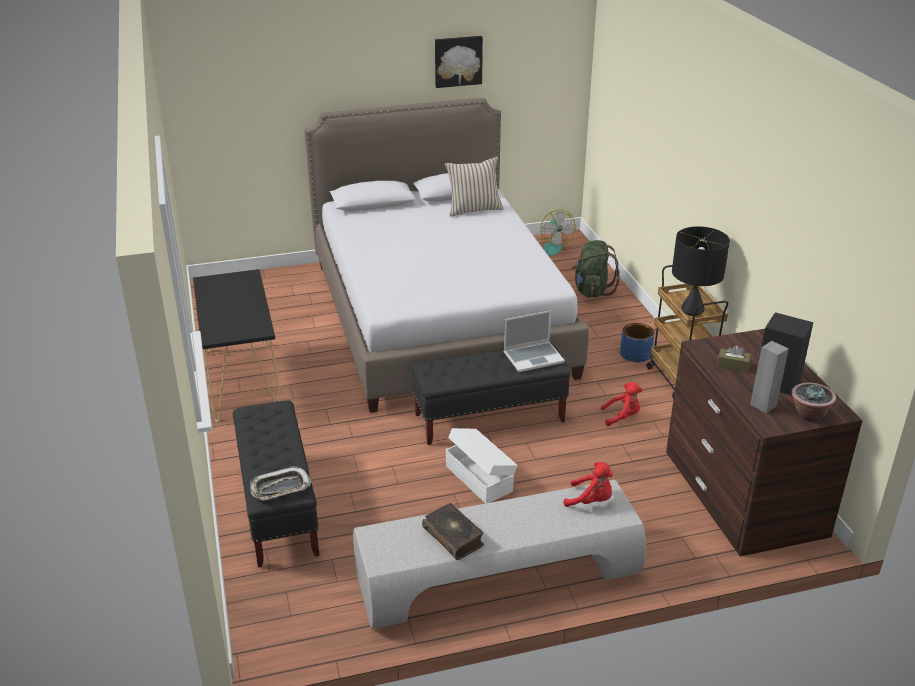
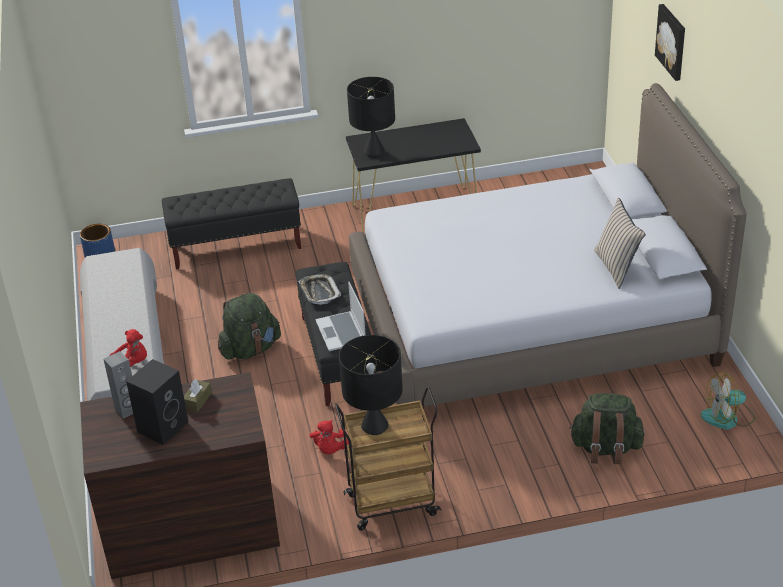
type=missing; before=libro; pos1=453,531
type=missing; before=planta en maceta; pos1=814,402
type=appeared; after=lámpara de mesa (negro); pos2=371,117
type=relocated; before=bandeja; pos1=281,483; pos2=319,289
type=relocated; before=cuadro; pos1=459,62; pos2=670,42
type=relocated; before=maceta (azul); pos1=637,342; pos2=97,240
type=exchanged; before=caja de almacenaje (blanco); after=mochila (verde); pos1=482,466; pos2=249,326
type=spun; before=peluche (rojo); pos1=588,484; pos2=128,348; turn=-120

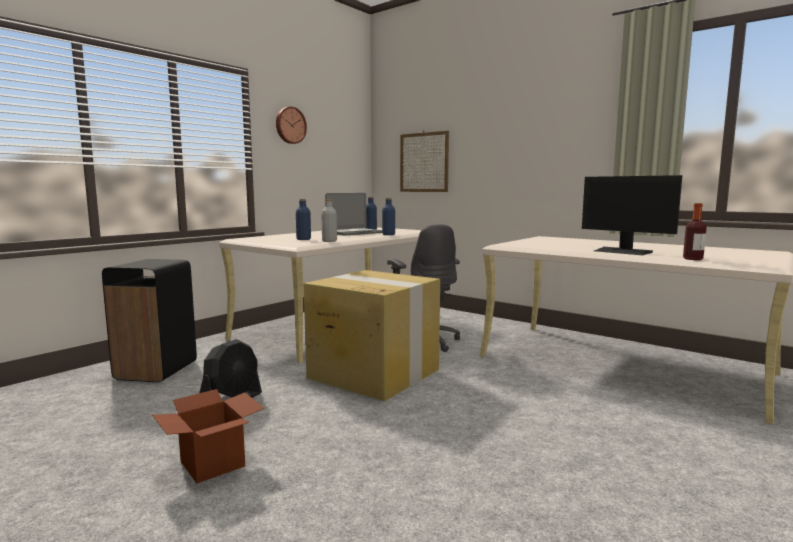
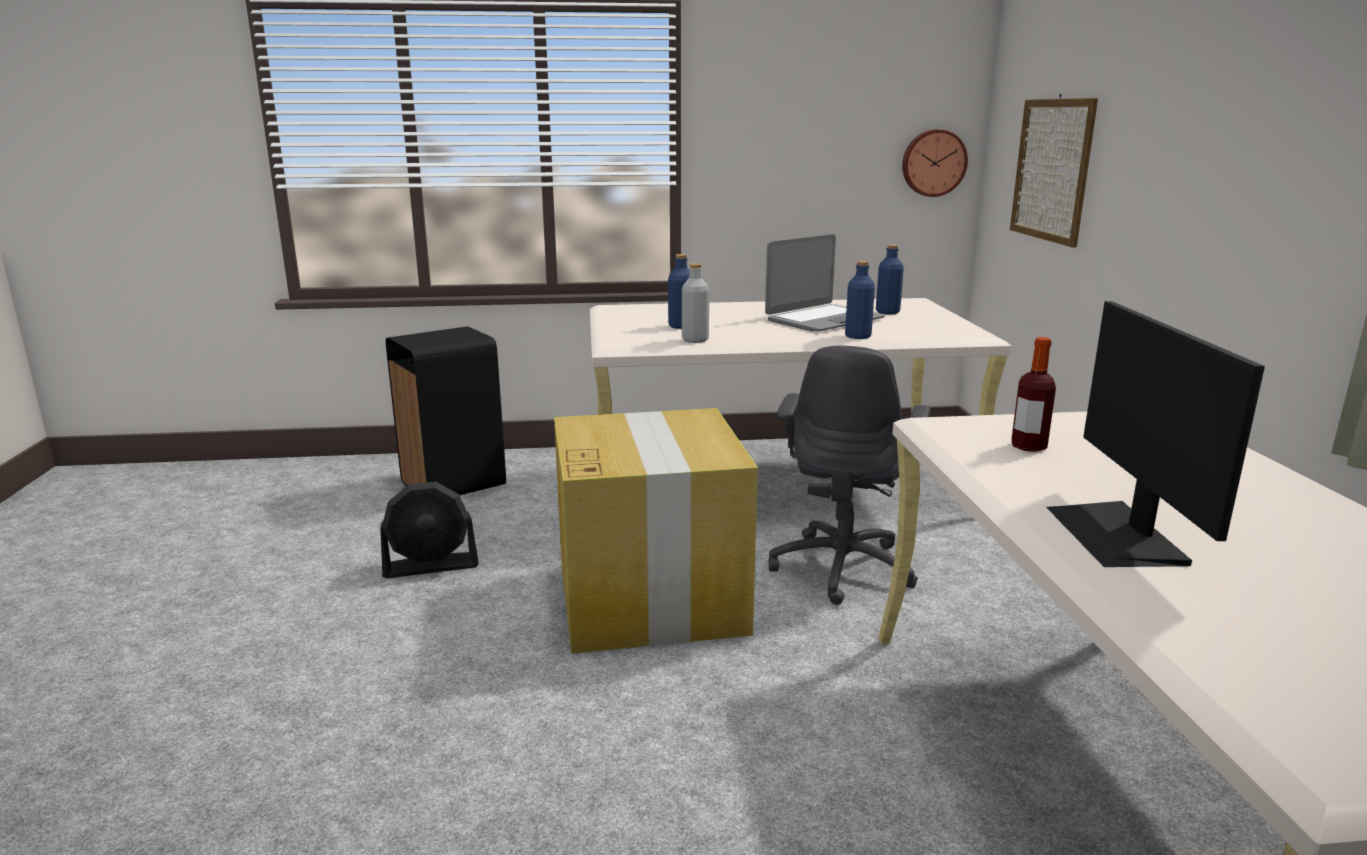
type=missing; before=caja de cartón; pos1=208,436
type=relocated; before=reloj de pared; pos1=291,125; pos2=935,163
type=relocated; before=botella; pos1=695,231; pos2=1033,394
type=spun; before=portátil; pos1=353,214; pos2=825,282; turn=-45

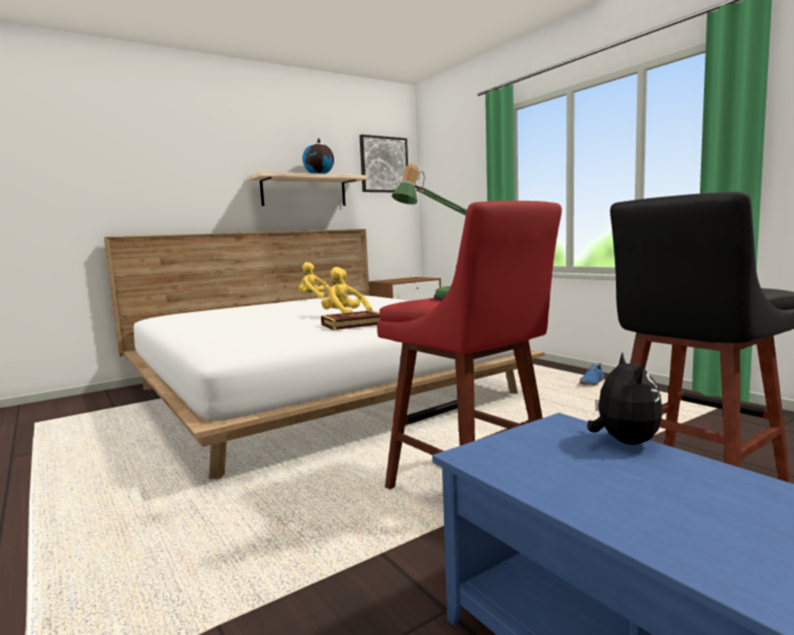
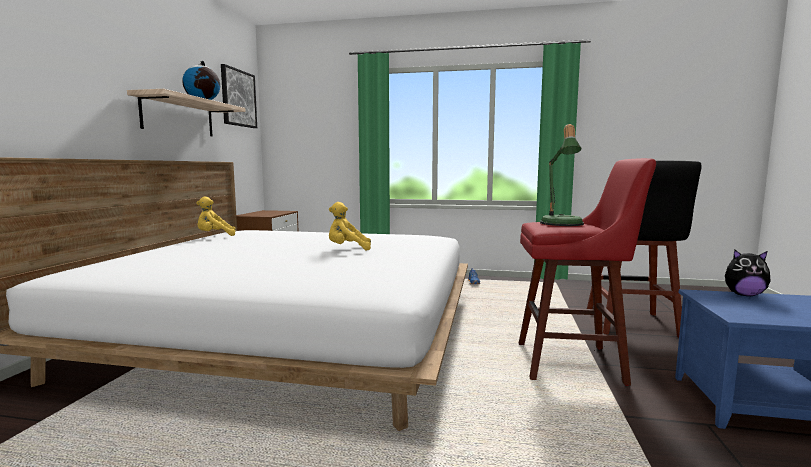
type=missing; before=libro; pos1=350,320
type=spun; before=peluche; pos1=625,398; pos2=747,273; turn=150

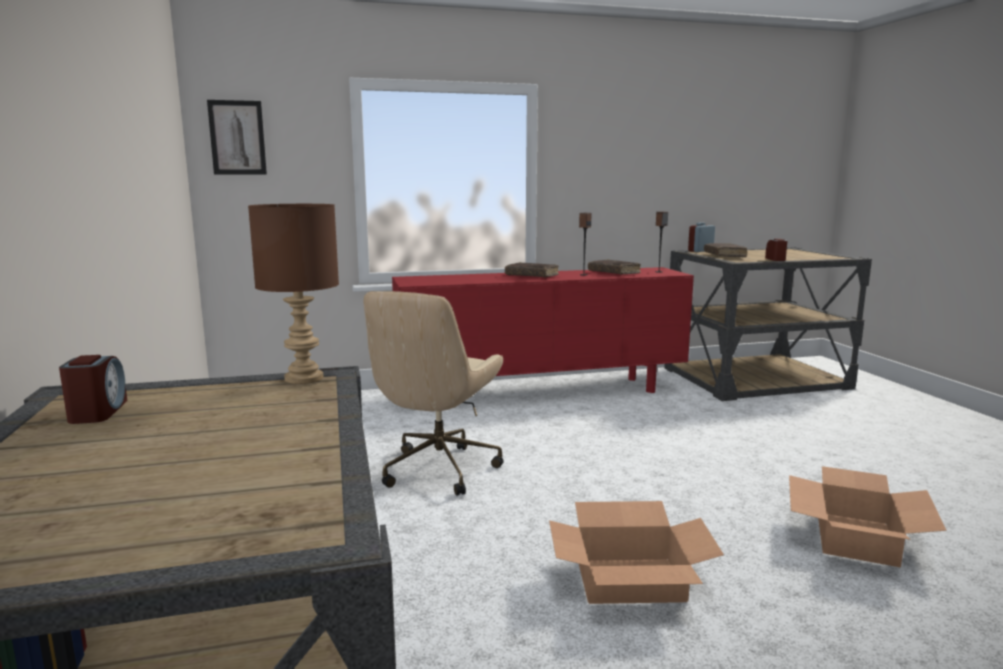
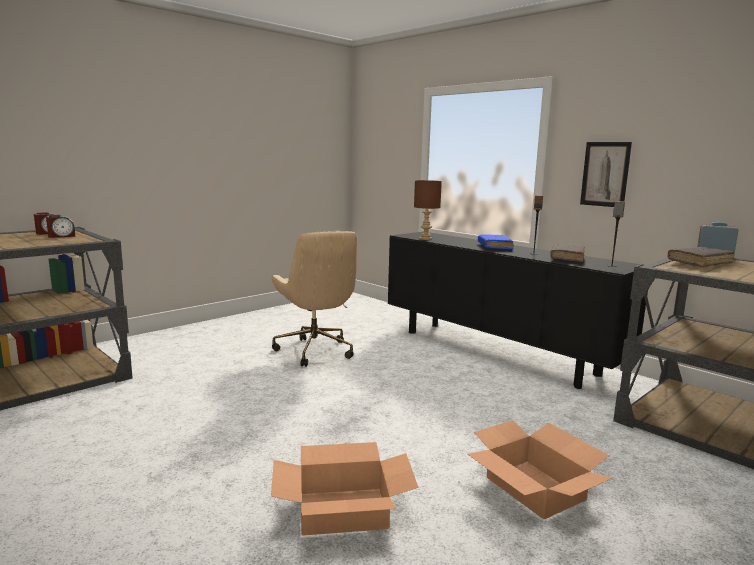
type=relocated; before=cuadro; pos1=237,137; pos2=606,174
type=relocated; before=lámpara de mesa (marrón); pos1=293,294; pos2=428,210
type=relocated; before=caja de cartón; pos1=636,552; pos2=540,470
type=relocated; before=despertador; pos1=776,250; pos2=60,226
type=colour; before=armario (rojo); after=armario (negro); pos1=543,330; pos2=518,310
type=colour; before=libro (marrón); after=libro (azul); pos1=532,270; pos2=495,242
type=spun; before=silla de oficina (beis); pos1=433,393; pos2=314,299; turn=-105

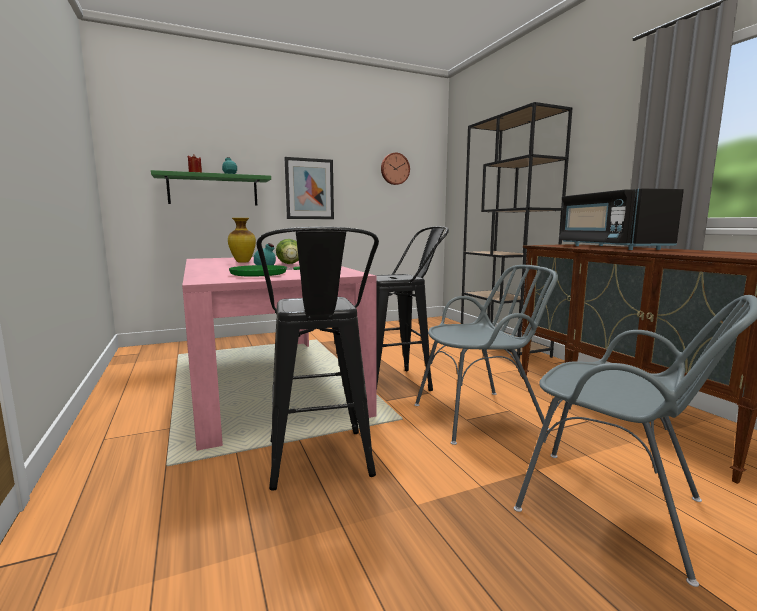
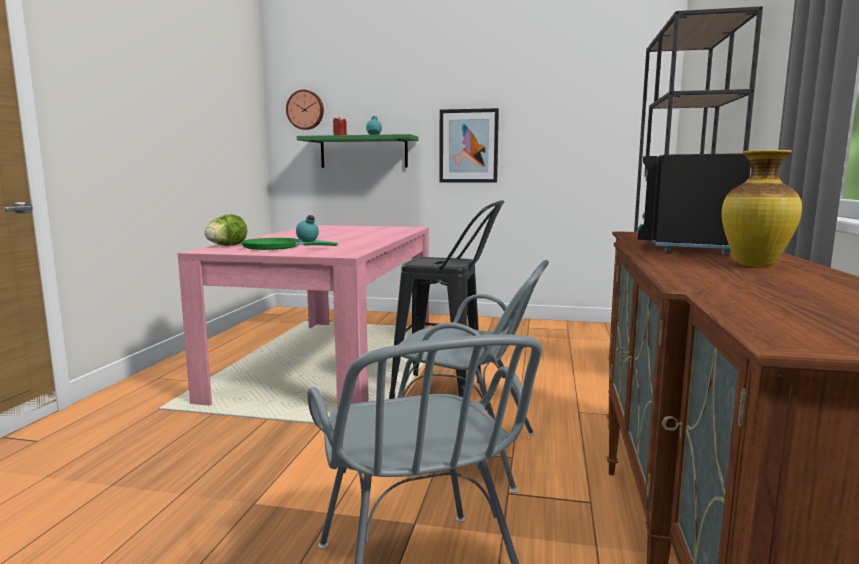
type=missing; before=taburete (negro); pos1=318,358
type=relocated; before=florero; pos1=242,240; pos2=762,208
type=relocated; before=lechuga; pos1=287,251; pos2=226,230
type=relocated; before=reloj de pared; pos1=395,169; pos2=305,110

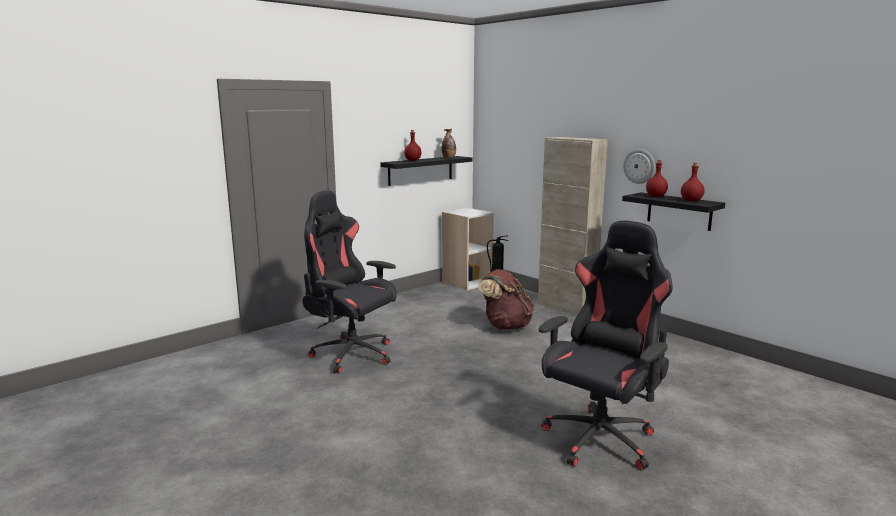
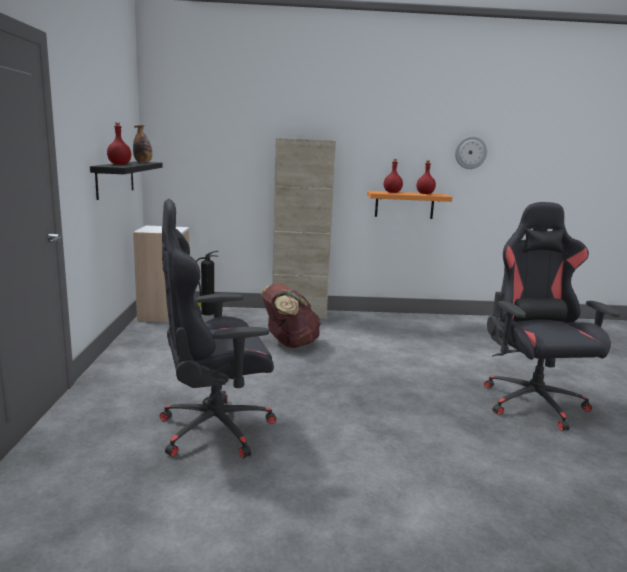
type=relocated; before=reloj de pared; pos1=639,166; pos2=471,152
type=colour; before=estante (negro); after=estante (naranja); pos1=673,211; pos2=410,205

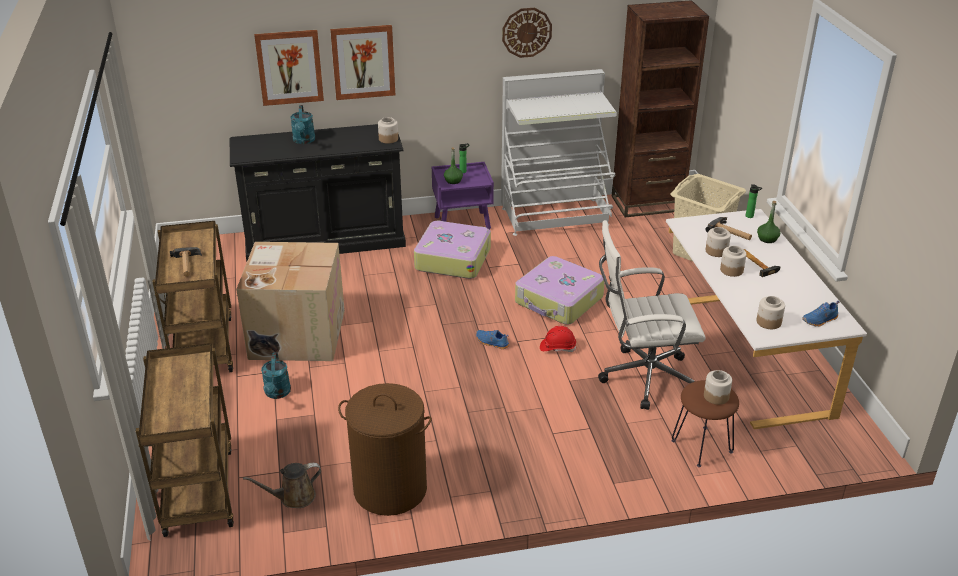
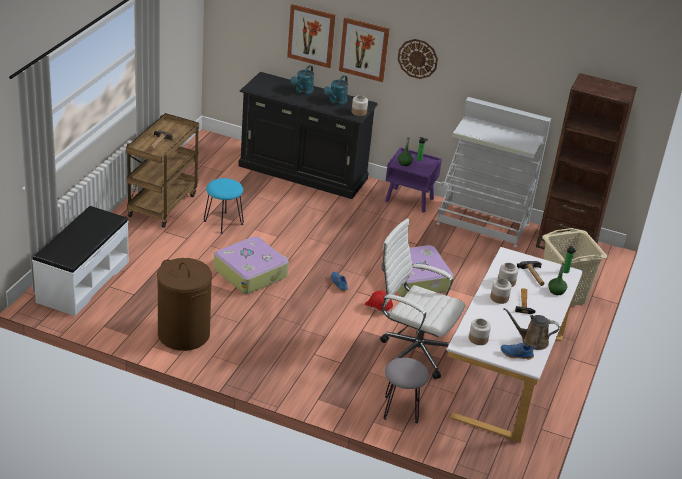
type=missing; before=tarro; pos1=718,387
type=relocated; before=regadera (marrón); pos1=282,485; pos2=531,329
type=relocated; before=regadera (turquesa); pos1=276,375; pos2=336,90
type=relocated; before=maleta; pos1=452,249; pos2=251,265
type=relocated; before=reloj de pared; pos1=527,33; pos2=418,59
type=exchanged; before=carrito (marrón); after=banco (blanco); pos1=185,440; pos2=80,261
type=exchanged; before=caja de cartón; after=taburete (turquesa); pos1=290,301; pos2=224,206
type=colour; before=taburete (marrón); after=taburete (gris); pos1=705,423; pos2=406,390

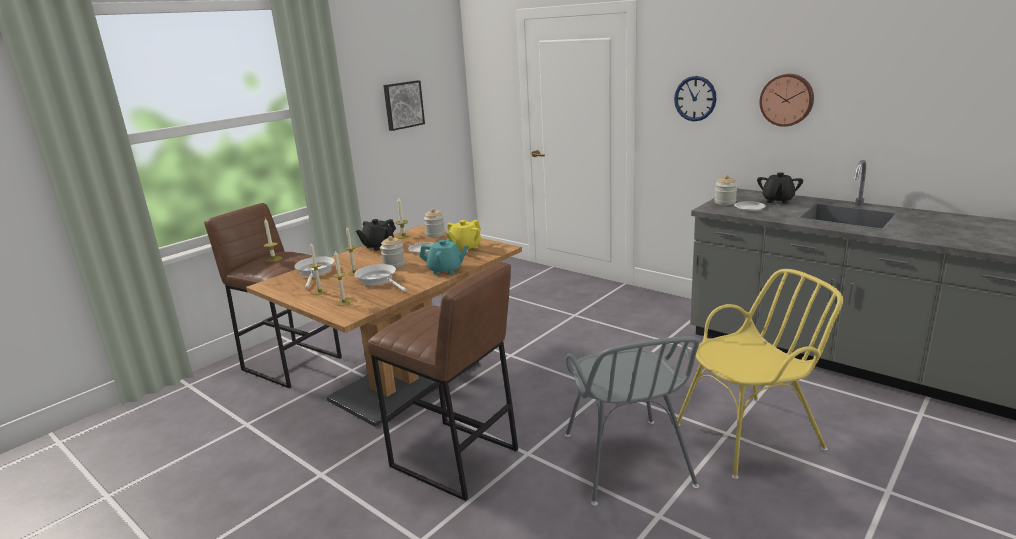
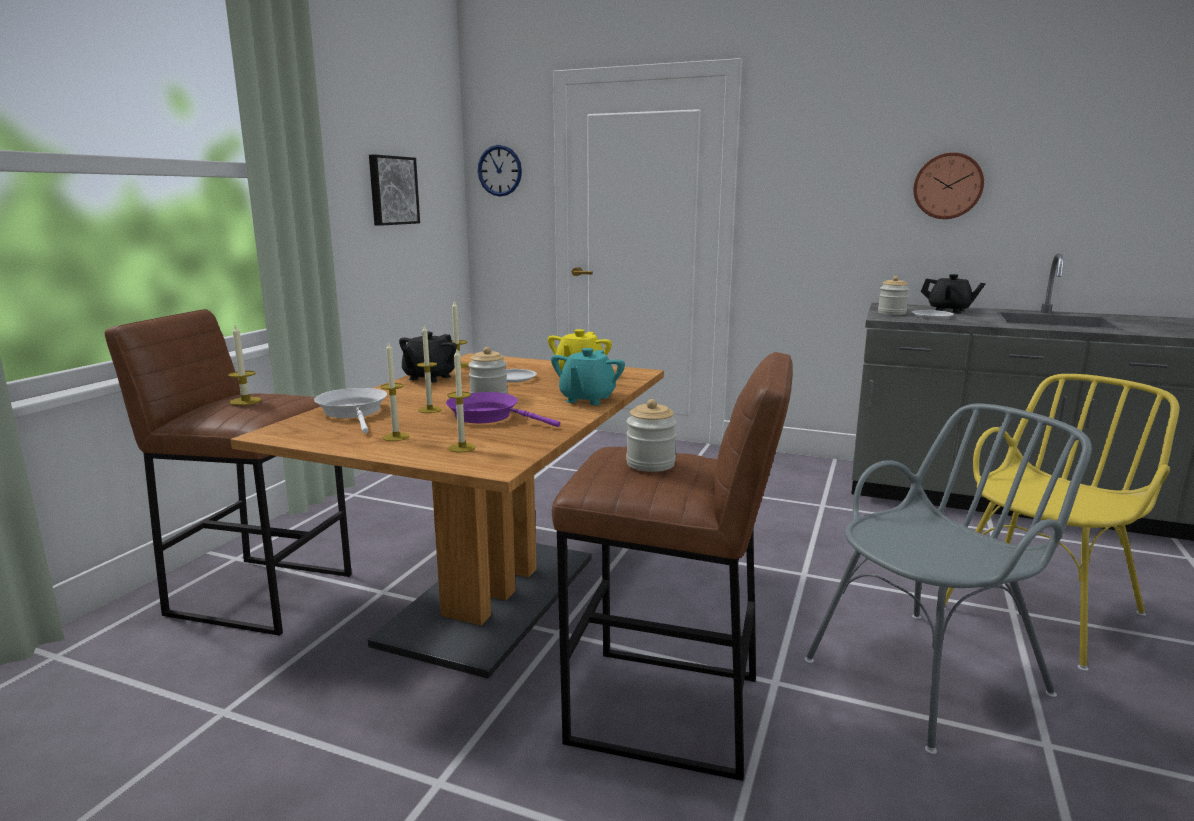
type=relocated; before=tarro; pos1=434,223; pos2=651,435
type=relocated; before=reloj de pared; pos1=695,98; pos2=500,170
type=colour; before=sartén (blanco); after=sartén (morado); pos1=380,278; pos2=503,409
type=spun; before=tetera (turquesa); pos1=444,257; pos2=588,376; turn=120
type=spun; before=silla (gris); pos1=632,421; pos2=948,578; turn=-90
type=spun; before=tetera (negro); pos1=780,188; pos2=953,293; turn=-60

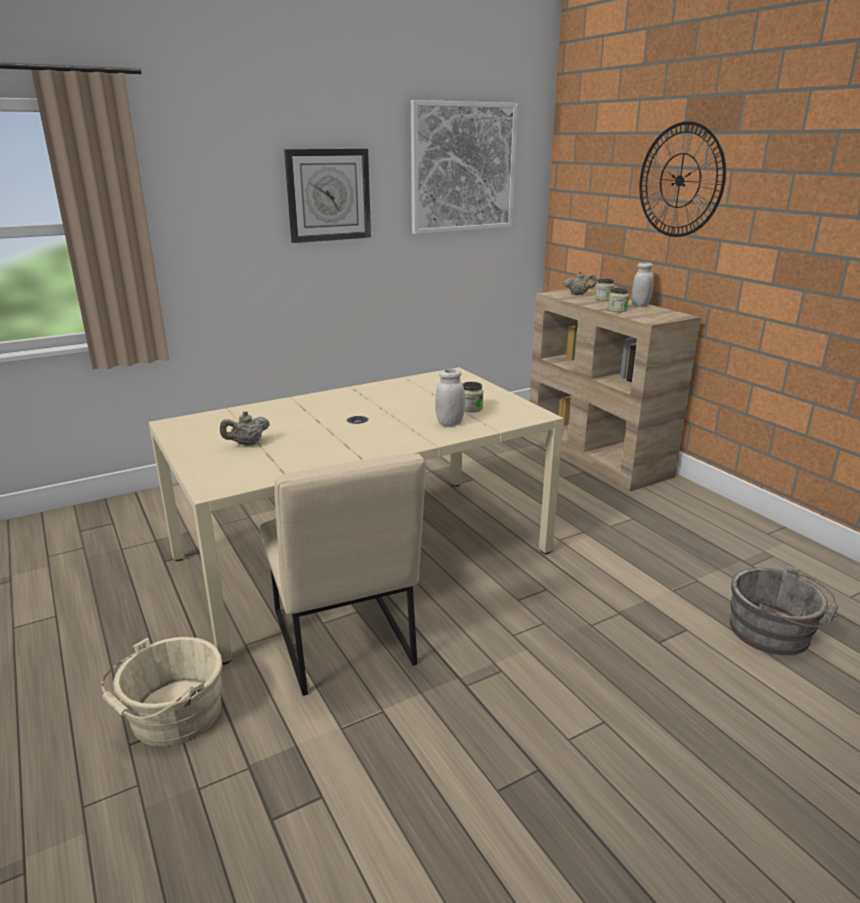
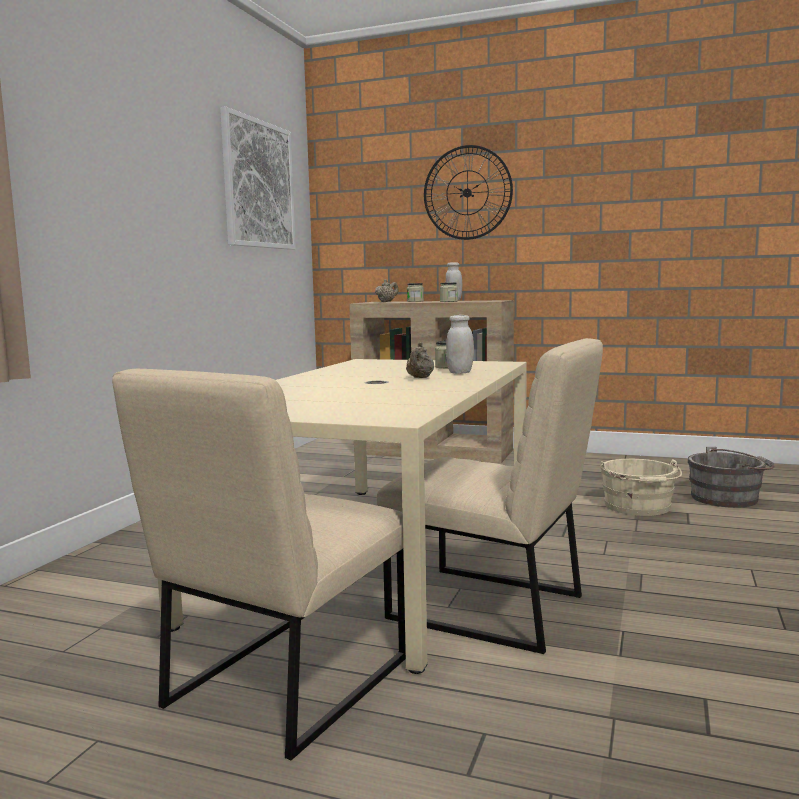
type=missing; before=reloj de pared; pos1=327,196
type=appeared; after=silla (beis); pos2=259,564
type=relocated; before=cubo (beis); pos1=162,691; pos2=641,487
type=relocated; before=tetera (beis); pos1=245,428; pos2=420,360

